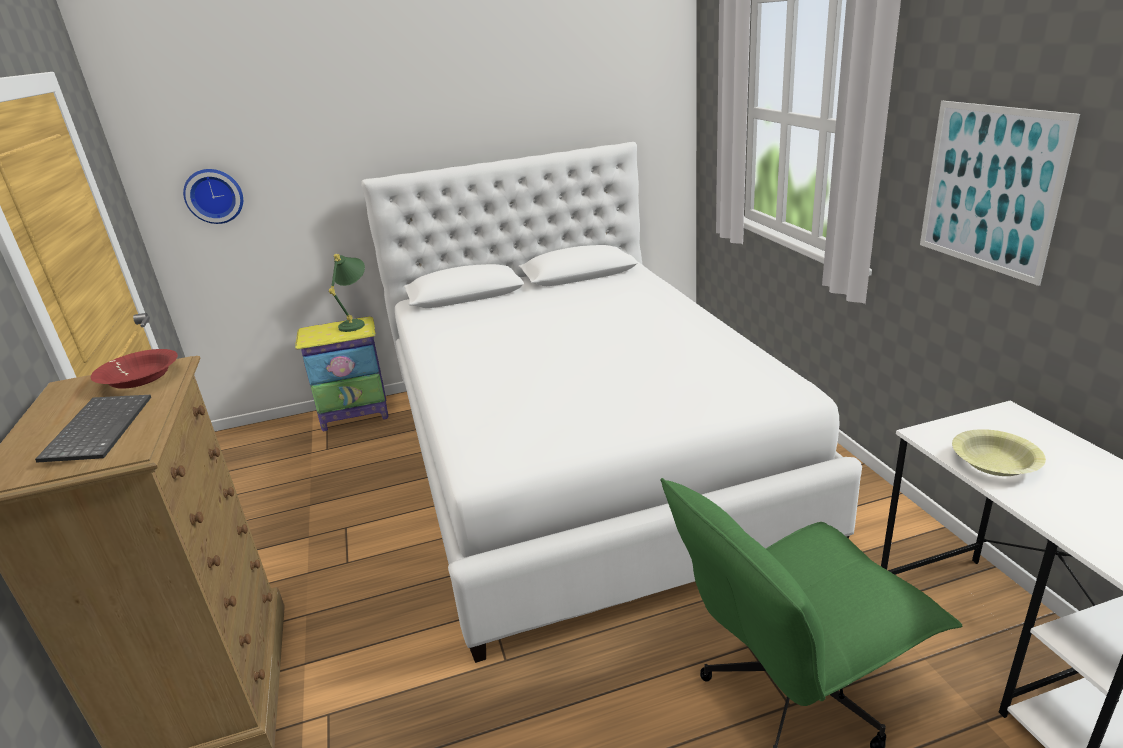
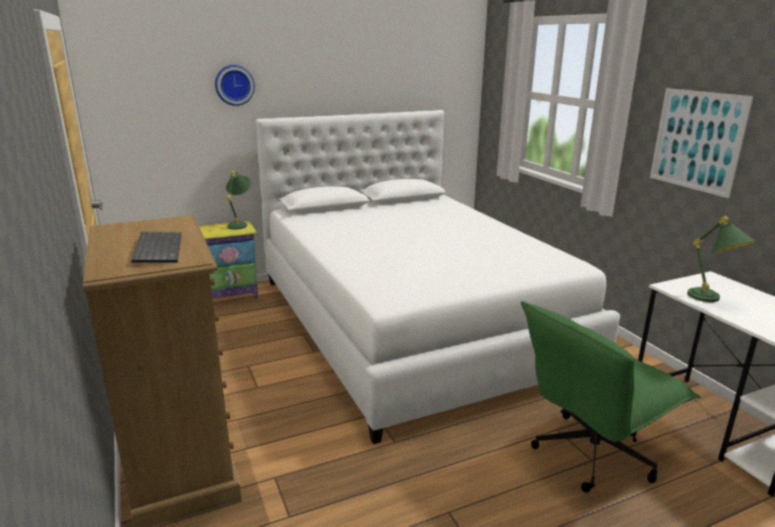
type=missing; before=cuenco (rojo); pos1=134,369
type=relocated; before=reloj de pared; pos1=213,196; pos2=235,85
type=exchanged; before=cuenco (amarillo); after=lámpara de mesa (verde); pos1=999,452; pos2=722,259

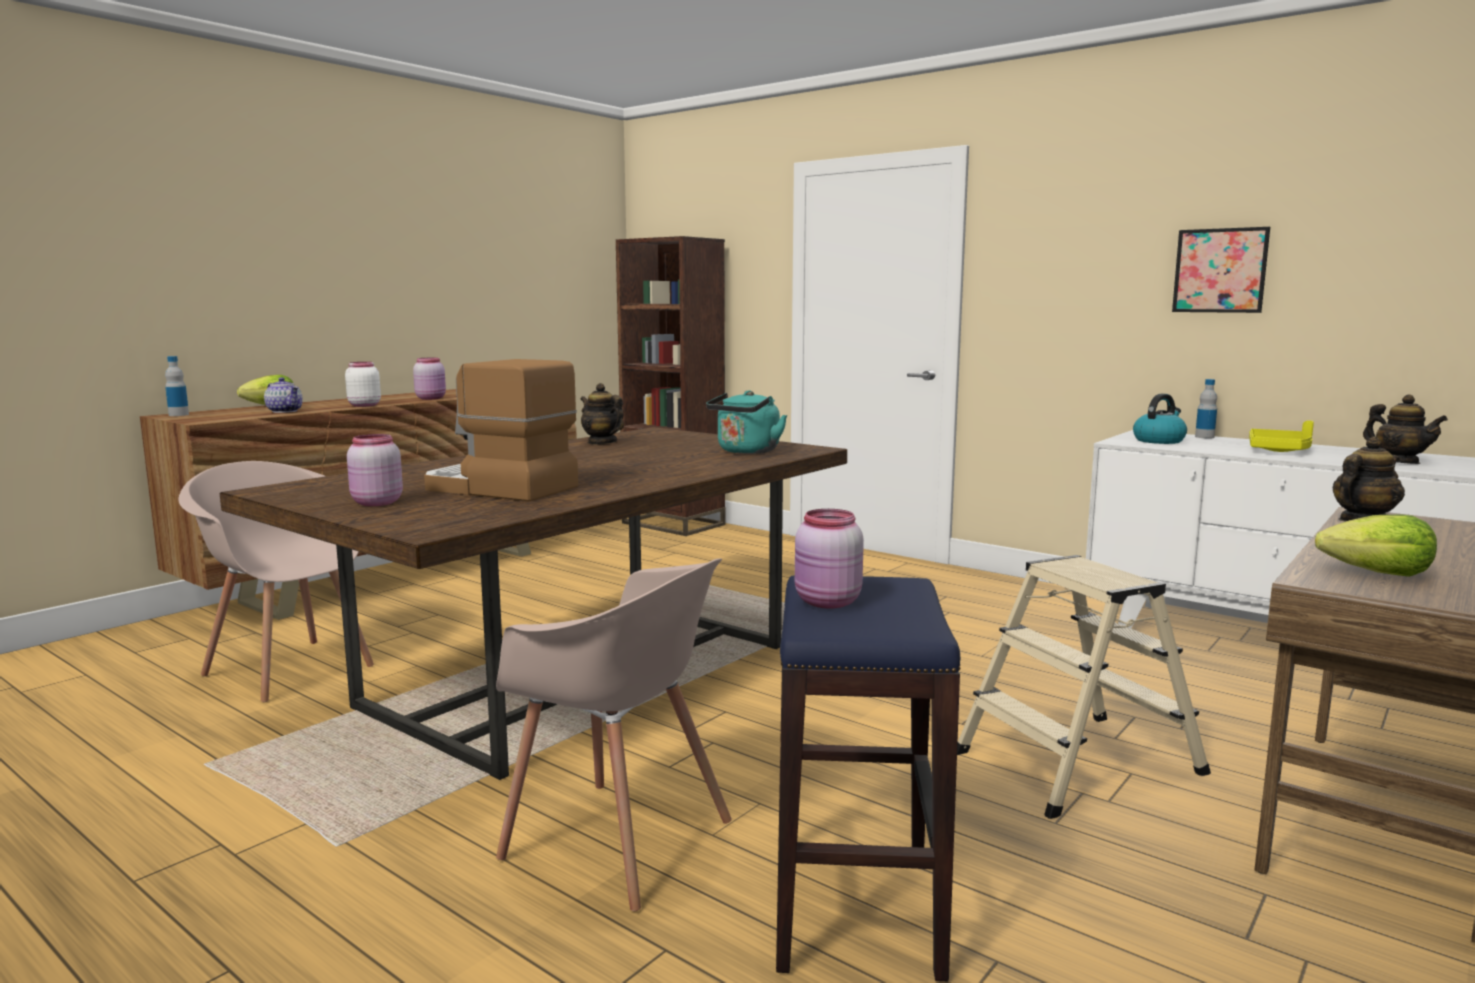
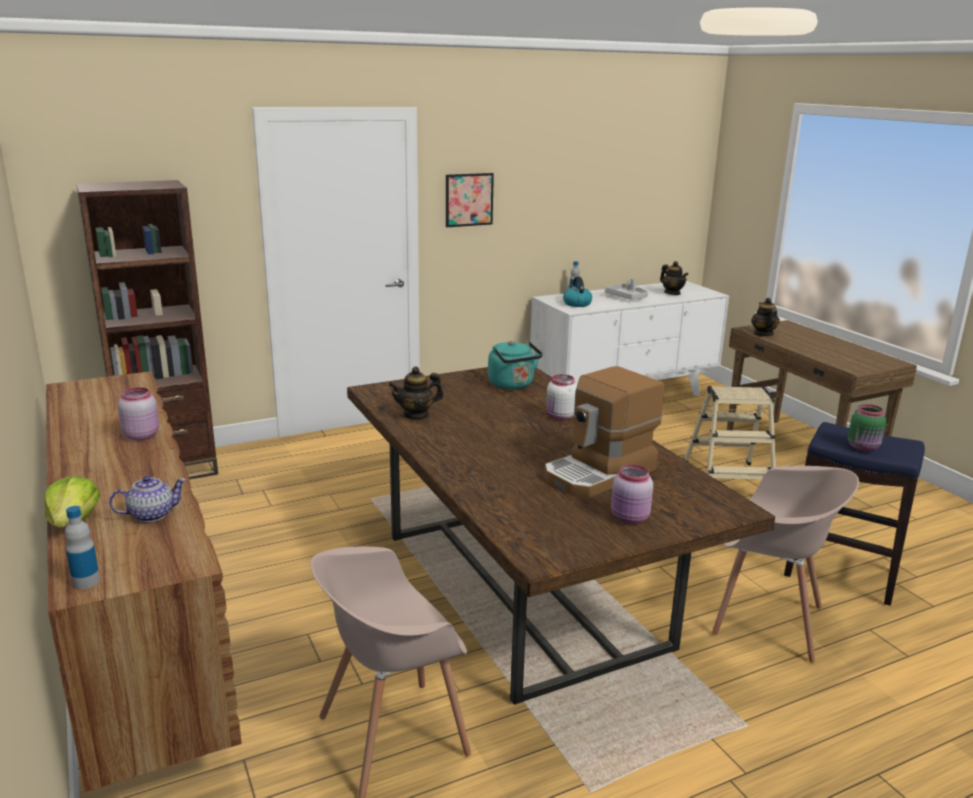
type=missing; before=lechuga; pos1=1376,546
type=relocated; before=tarro (blanco); pos1=363,384; pos2=561,397
type=relocated; before=cuadro; pos1=1221,270; pos2=470,200
type=colour; before=tarro (rosa); after=tarro (verde); pos1=829,558; pos2=867,428
type=colour; before=bandeja (amarillo); after=bandeja (gris); pos1=1281,436; pos2=626,289
type=spun; before=silla (beis); pos1=614,735; pos2=785,564; turn=60
type=spun; before=tetera; pos1=1405,429; pos2=674,278; turn=60

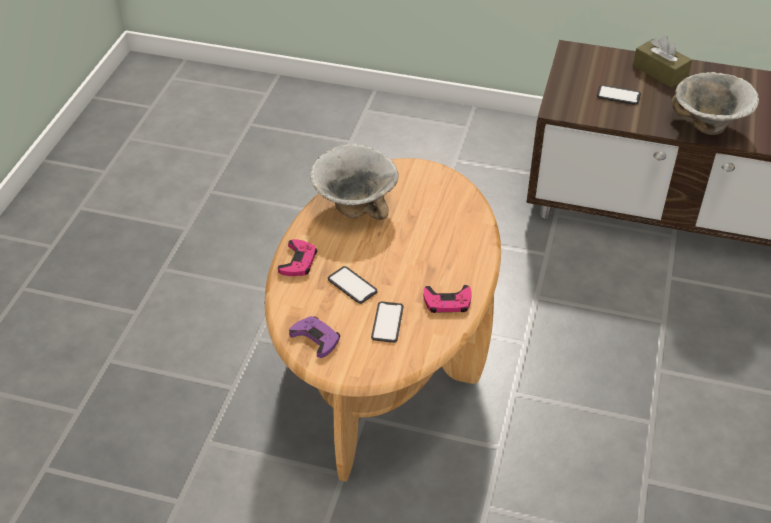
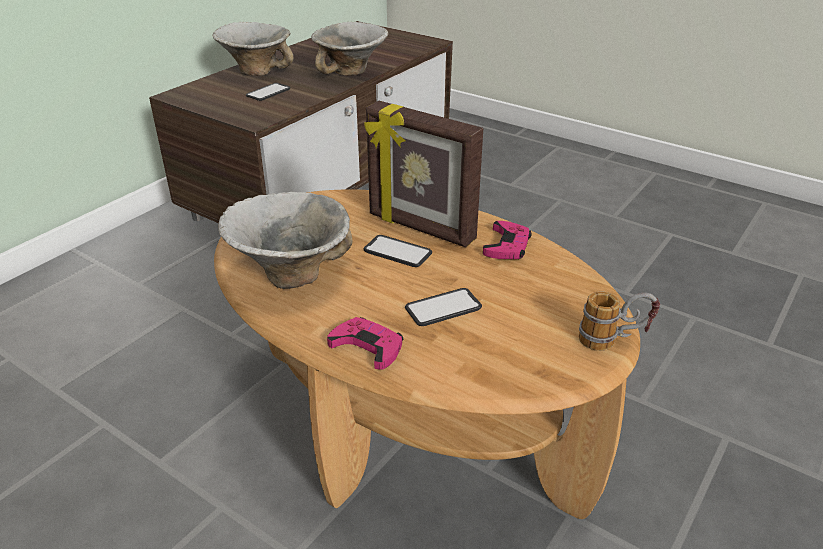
type=missing; before=mando de consola (morado); pos1=314,337
type=appeared; after=portarretratos; pos2=423,174
type=appeared; after=taza grande; pos2=619,321
type=relocated; before=móvil; pos1=387,322; pos2=398,251
type=exchanged; before=caja de pañuelos (marrón); after=cuenco; pos1=662,62; pos2=253,49

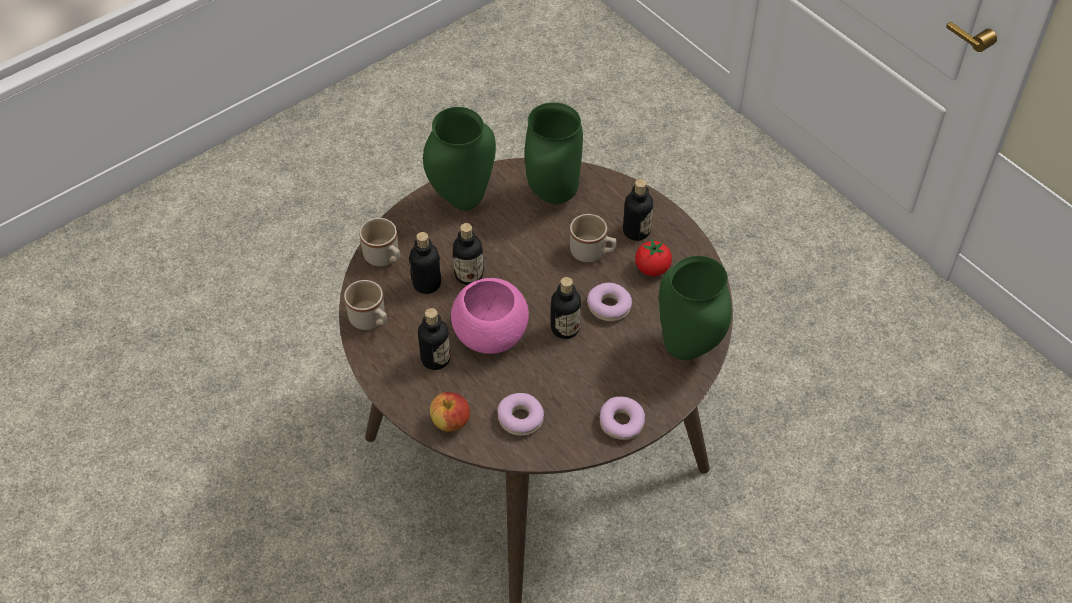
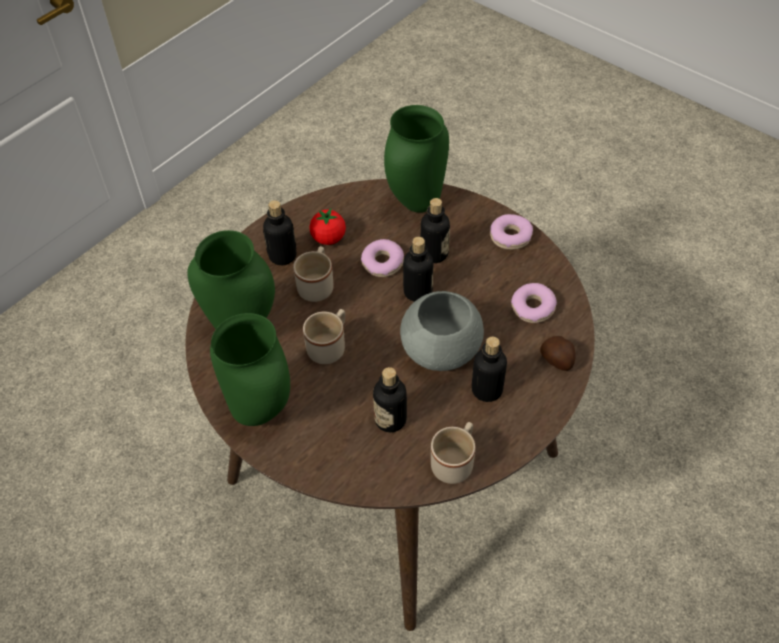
type=relocated; before=taza grande (beis); pos1=379,242; pos2=324,336
type=relocated; before=botella; pos1=468,254; pos2=435,230
type=exchanged; before=manzana; after=patata; pos1=450,412; pos2=558,353
type=colour; before=cuenco (rosa); after=cuenco (gris); pos1=490,316; pos2=442,331

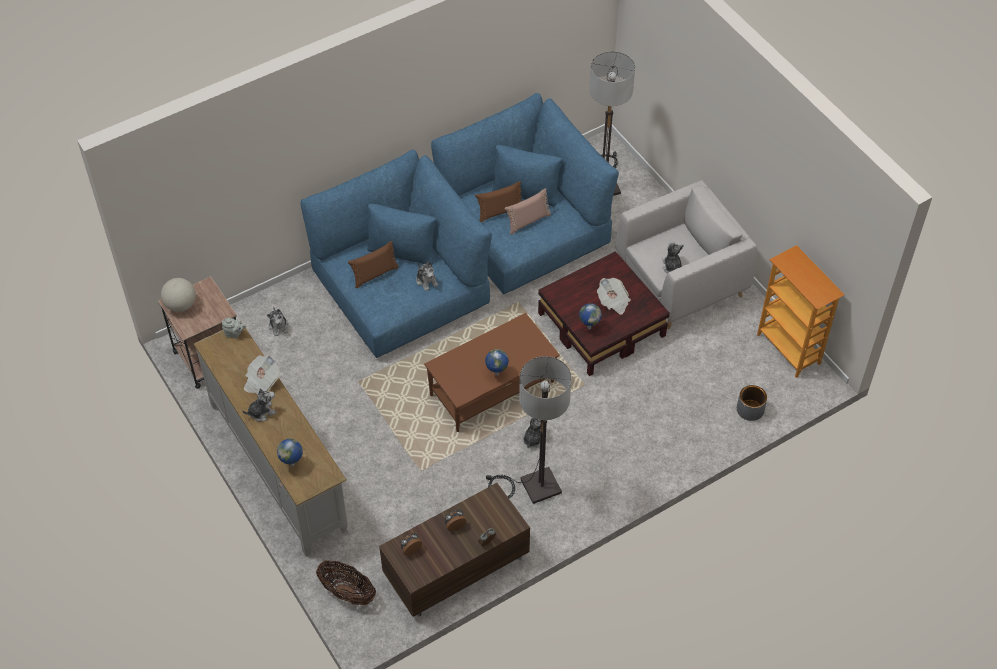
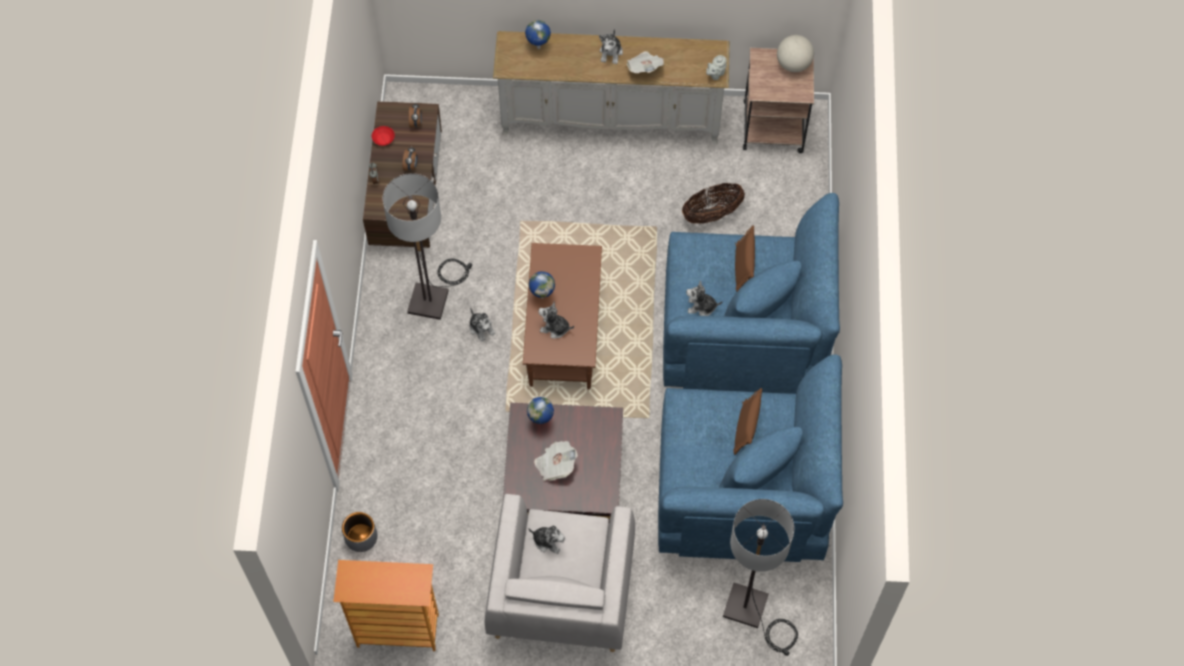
type=missing; before=cojín (beis); pos1=527,211
type=appeared; after=cuenco (rojo); pos2=383,136
type=relocated; before=peluche; pos1=278,321; pos2=556,319
type=relocated; before=cesta; pos1=346,582; pos2=713,203

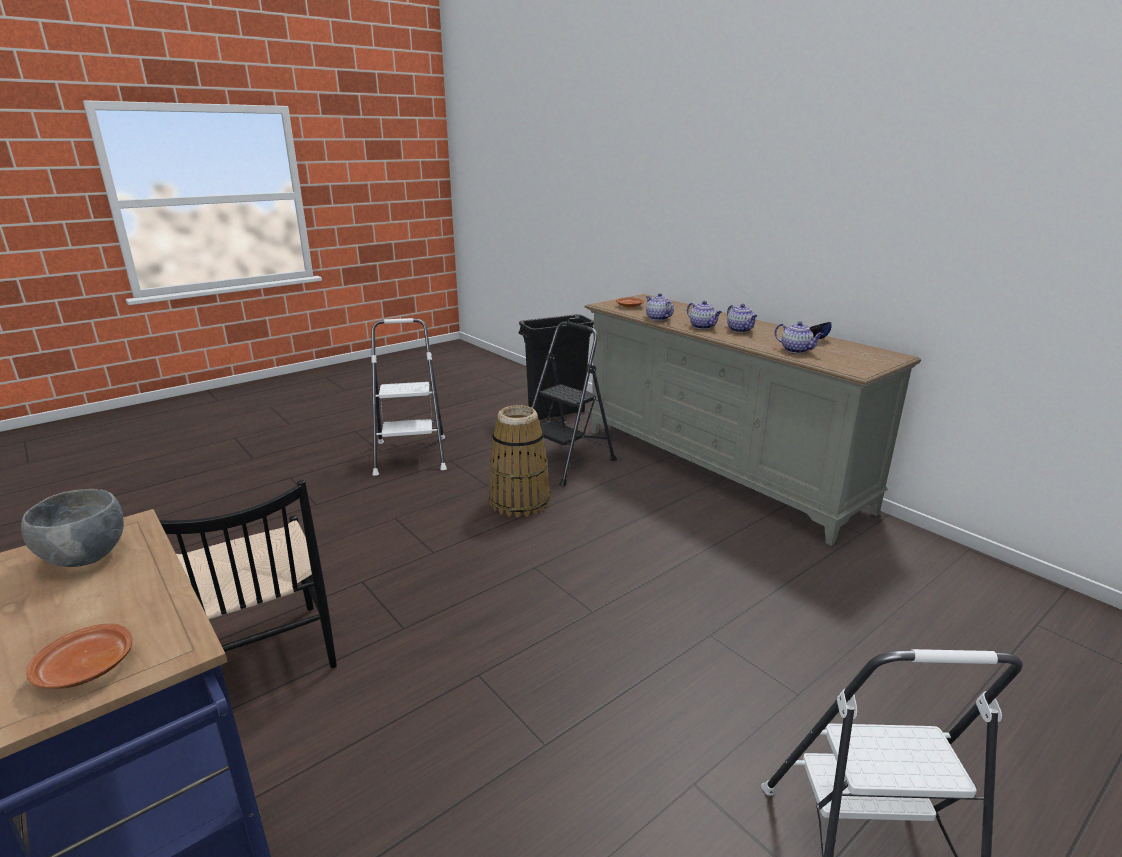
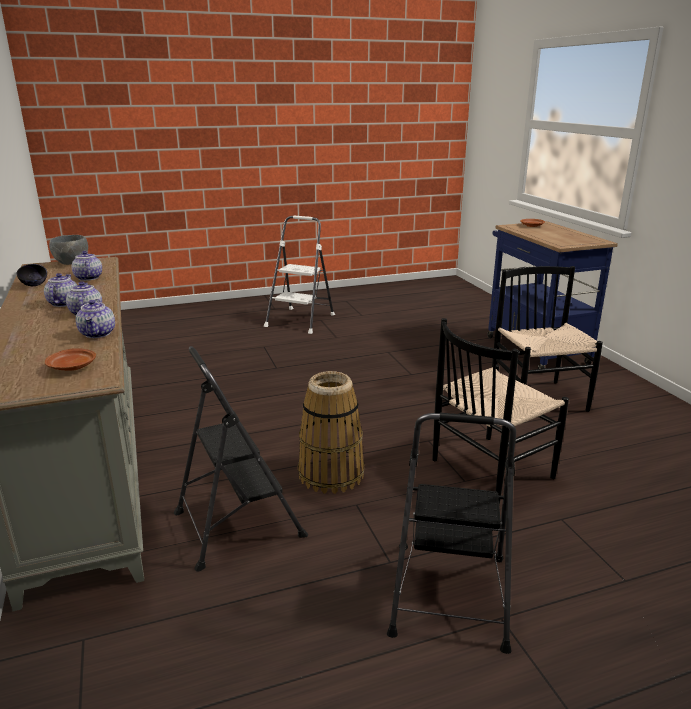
type=missing; before=papelera (negro); pos1=556,367
type=appeared; after=silla (negro); pos2=500,411
type=relocated; before=cuenco (gris); pos1=72,528; pos2=68,250
type=colour; before=escalera de tijera (blanco); after=escalera de tijera (negro); pos1=409,397; pos2=451,533

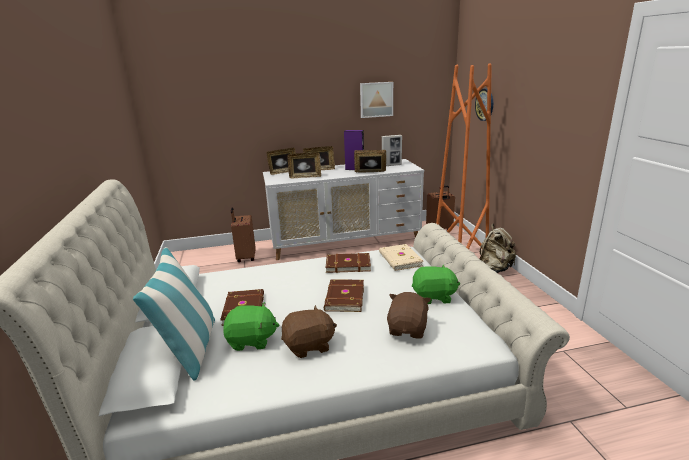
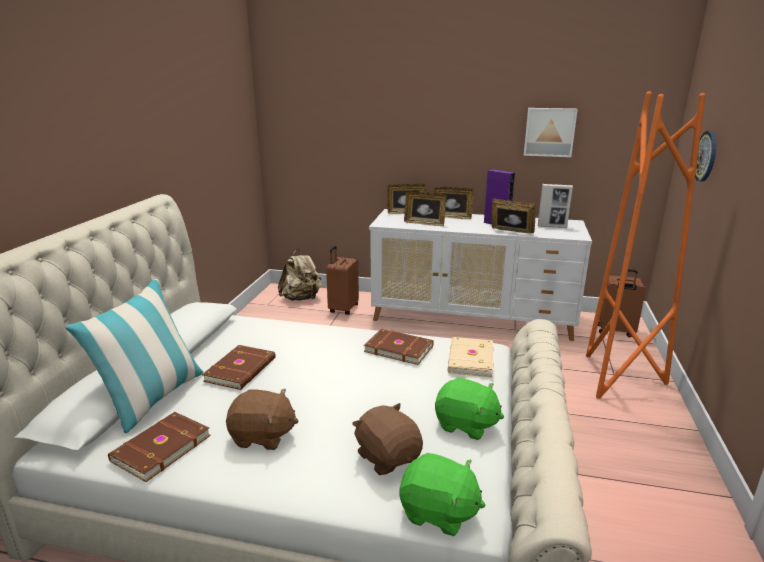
type=relocated; before=peluche (verde); pos1=251,326; pos2=442,494
type=relocated; before=libro (marrón); pos1=344,295; pos2=159,447
type=relocated; before=mochila (beis); pos1=497,248; pos2=300,275
type=spun; before=peluche (marrón); pos1=409,315; pos2=387,439; turn=-75

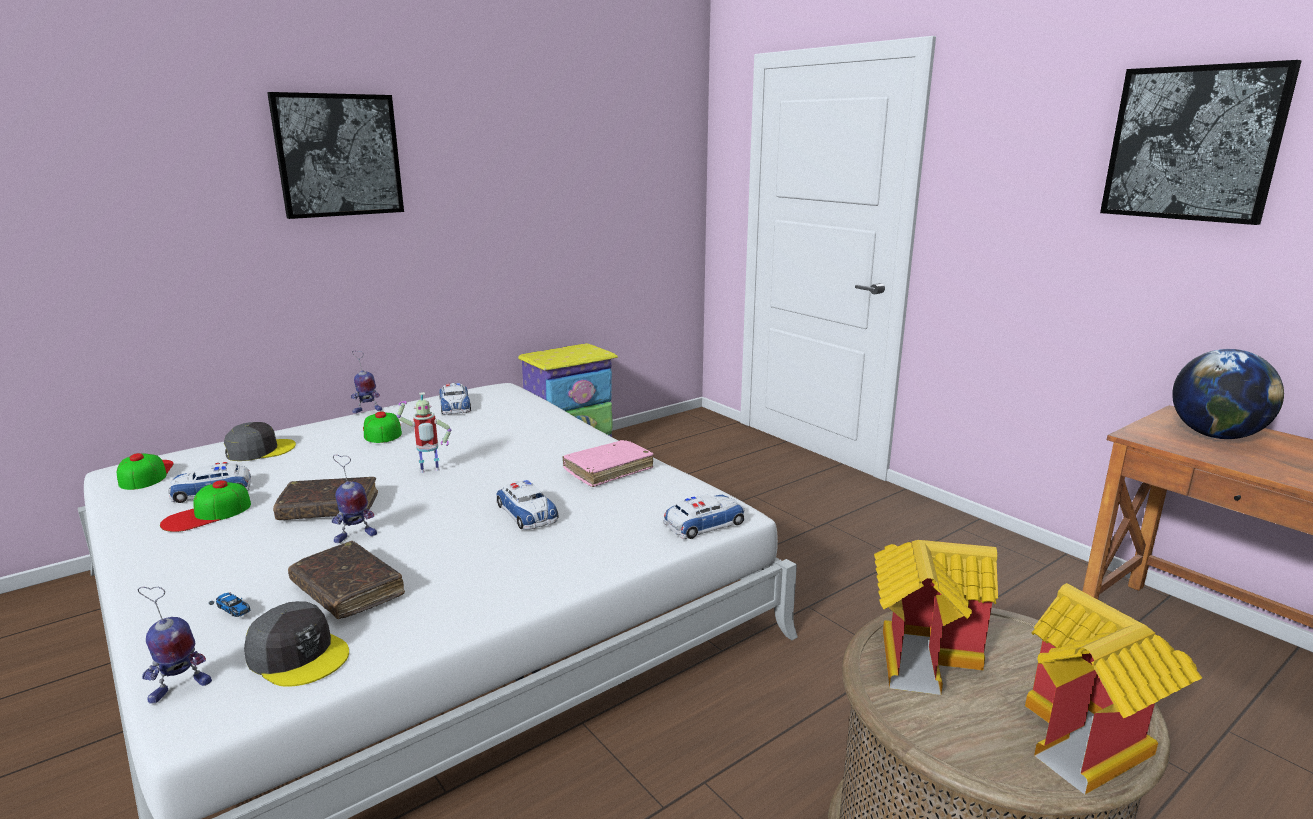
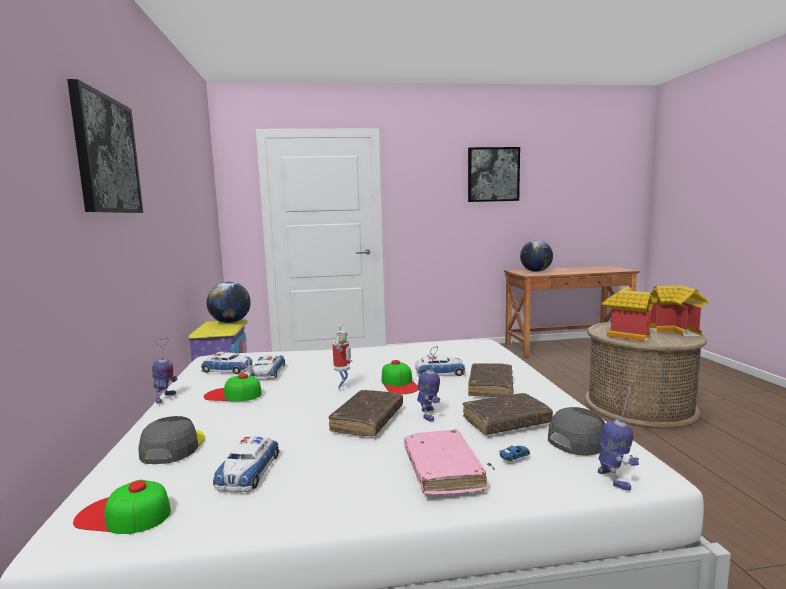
type=appeared; after=globo terráqueo; pos2=229,302
type=appeared; after=libro (marrón); pos2=490,380
type=relocated; before=gorra; pos1=205,506; pos2=400,377
type=relocated; before=libro (rosa); pos1=608,463; pos2=445,462
type=relocated; before=coche de juguete; pos1=704,517; pos2=267,367

